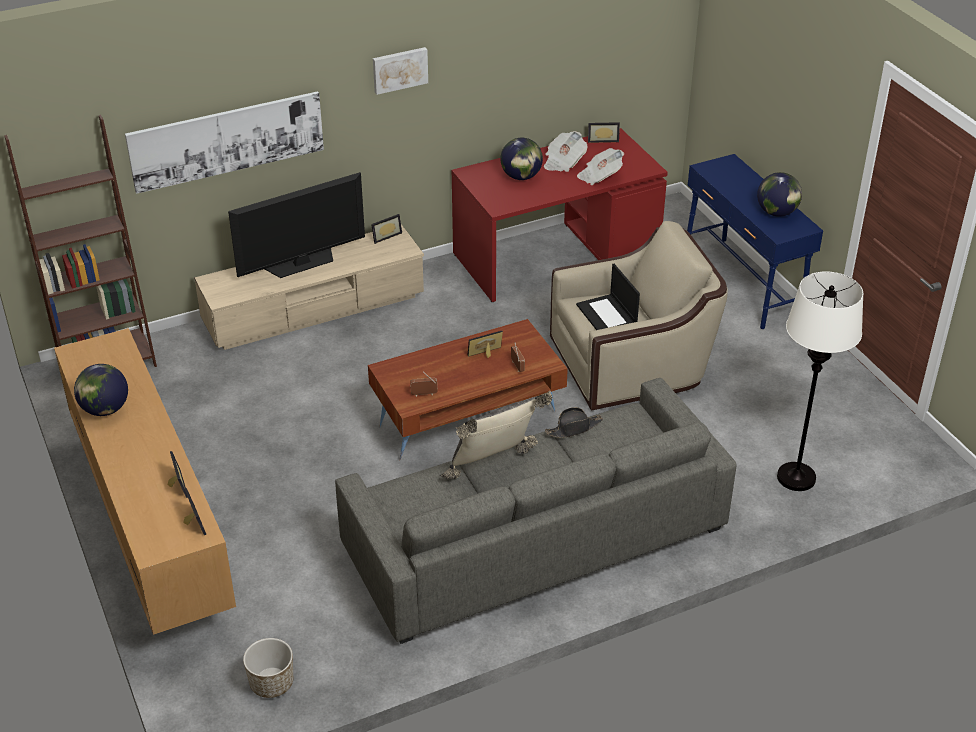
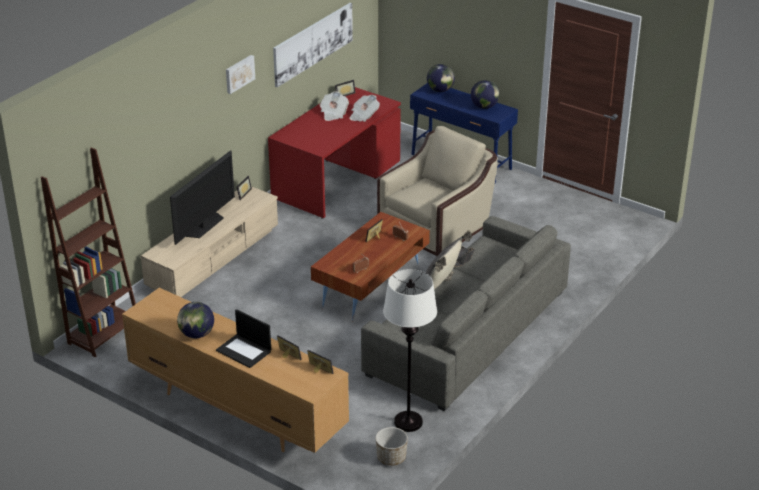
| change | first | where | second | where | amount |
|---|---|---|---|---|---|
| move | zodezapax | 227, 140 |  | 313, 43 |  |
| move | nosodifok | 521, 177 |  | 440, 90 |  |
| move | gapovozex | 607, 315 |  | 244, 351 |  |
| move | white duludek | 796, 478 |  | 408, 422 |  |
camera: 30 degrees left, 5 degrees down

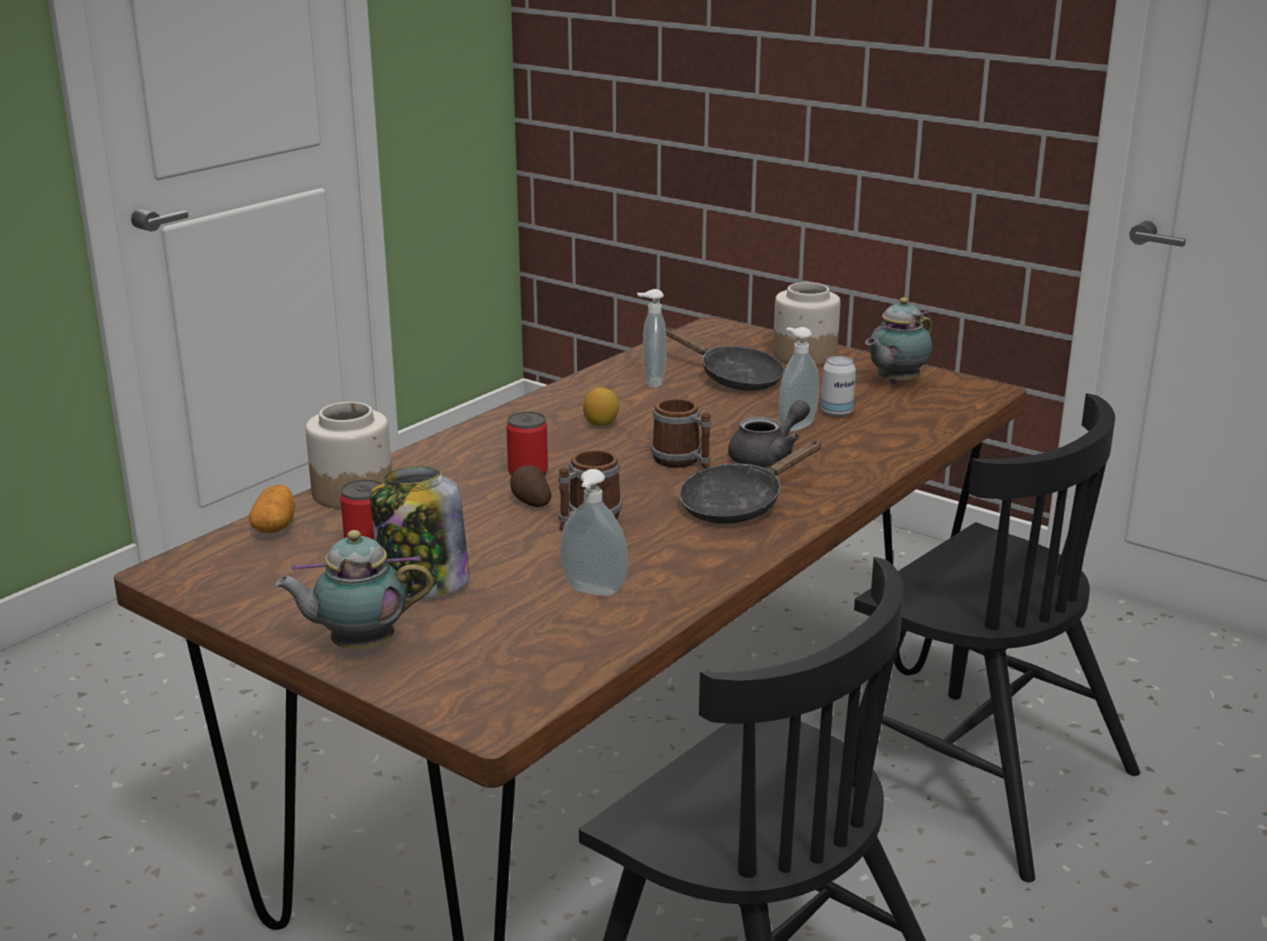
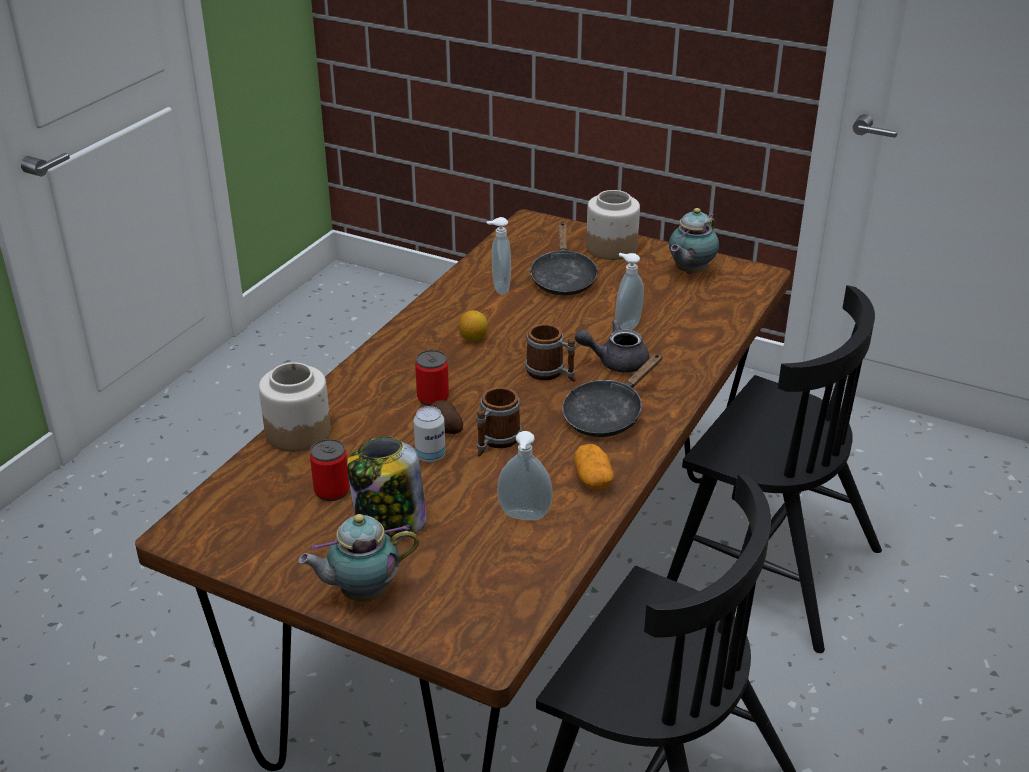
| change | first | where | second | where | amount |
|---|---|---|---|---|---|
| move | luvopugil | 274, 526 |  | 592, 479 |  |
| move | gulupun | 836, 412 |  | 430, 456 |  |
| rotate | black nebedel | 733, 378 |  | 563, 278 | 60 degrees clockwise |
| rotate | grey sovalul | 768, 457 |  | 615, 362 | 135 degrees counterclockwise |
camera: 10 degrees left, 10 degrees up

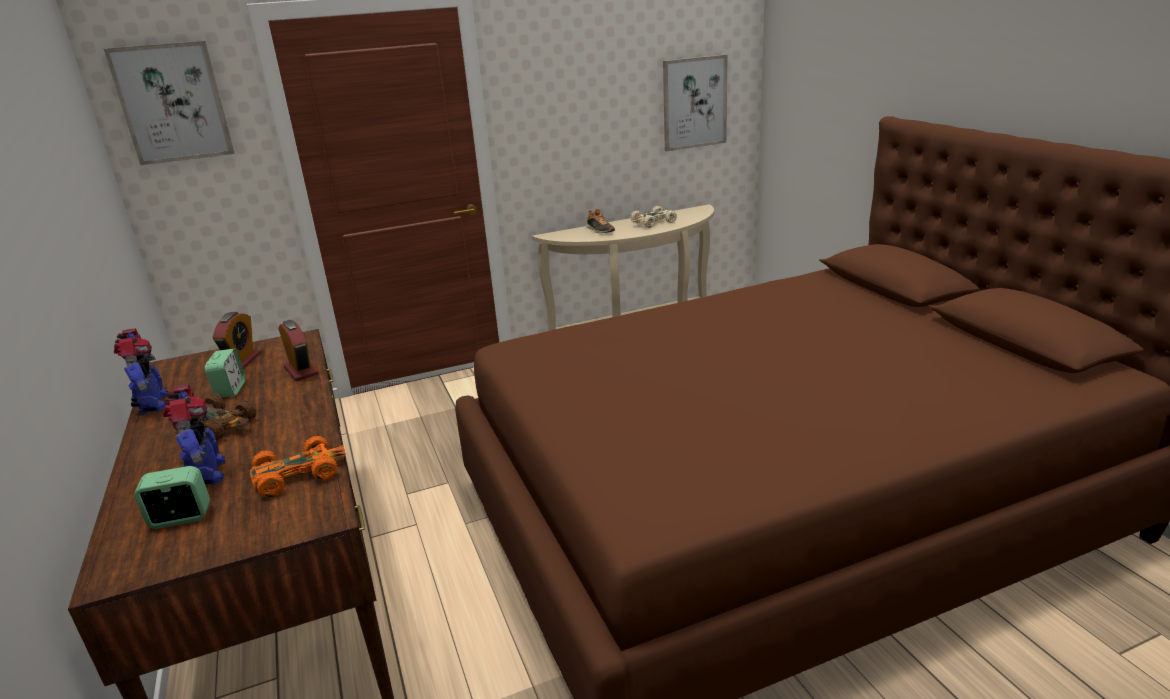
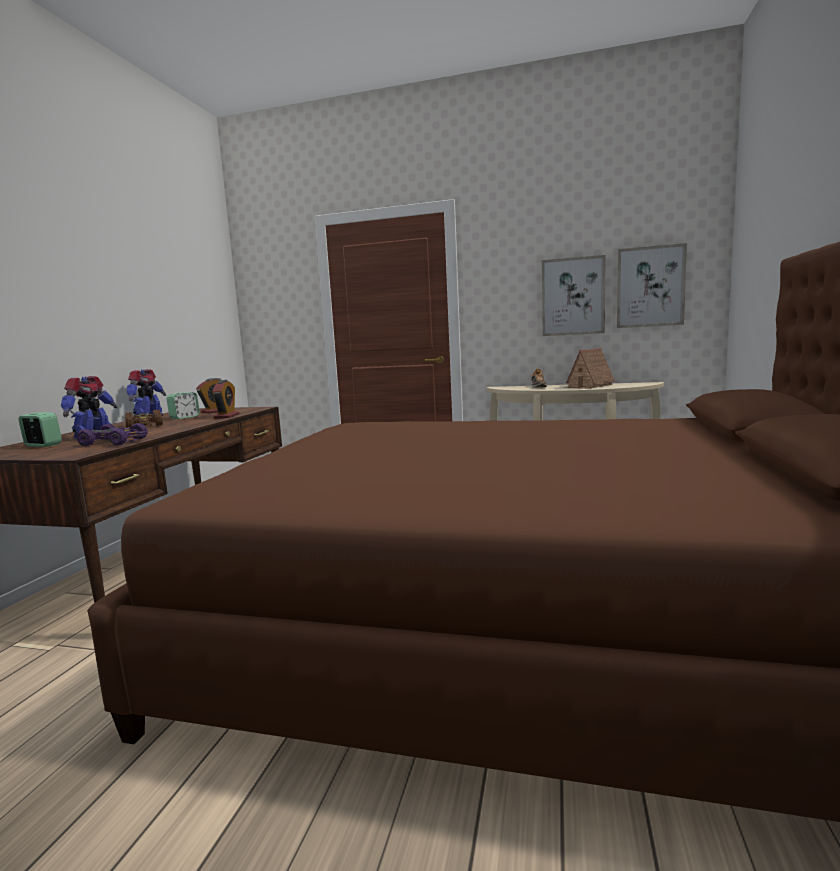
| change | first | where | second | where | amount |
|---|---|---|---|---|---|
| move | zodezapax | 172, 103 |  | 573, 296 |  |
| replace | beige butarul | 653, 223 | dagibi | 588, 386 |  |
| recolor | orange butarul | 298, 474 | purple butarul | 115, 442 |  |
camera: 35 degrees right, 15 degrees down

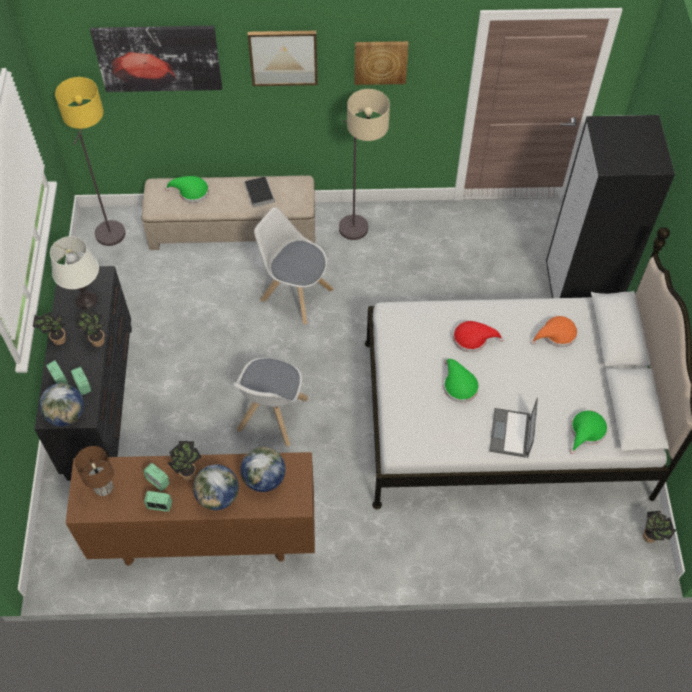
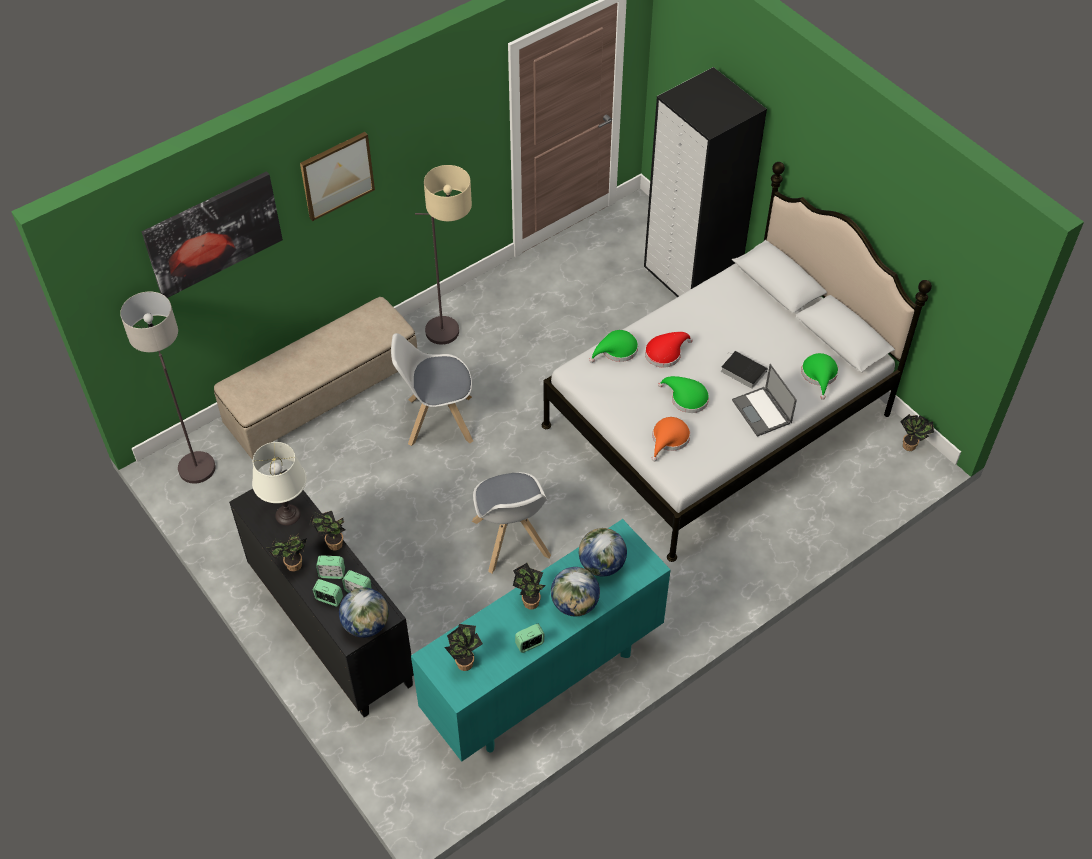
| change | first | where | second | where | amount |
|---|---|---|---|---|---|
| delete | zodezapax | 380, 61 |  |  |  |
| move | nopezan | 158, 481 |  | 332, 573 |  |
| move | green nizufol | 191, 192 |  | 616, 350 |  |
| move | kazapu | 259, 192 |  | 742, 371 |  |
| move | orange nizufol | 556, 335 |  | 669, 439 |  |
| replace | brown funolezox | 104, 487 | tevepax | 464, 661 |  |
| recolor | yellow duludek | 113, 227 | grey duludek | 194, 460 |  |
| recolor | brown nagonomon | 206, 537 | turquoise nagonomon | 543, 681 |  |
camera: 35 degrees left, 5 degrees down

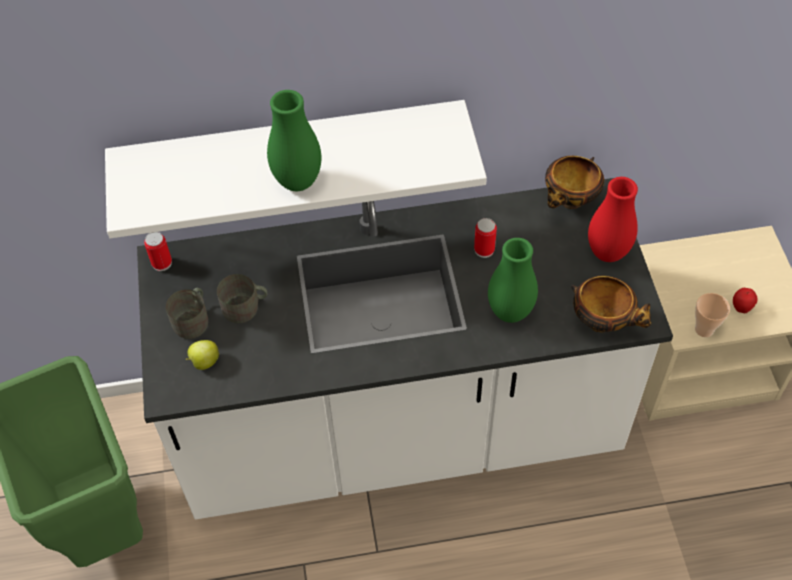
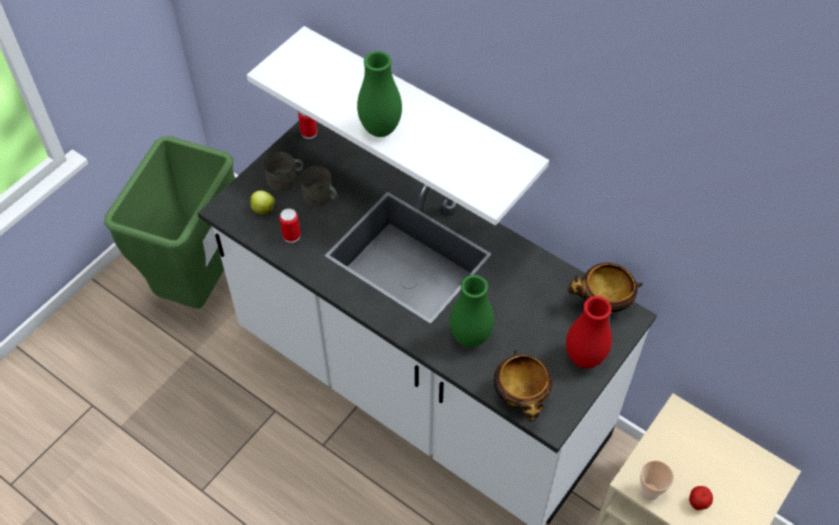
| change | first | where | second | where | amount |
|---|---|---|---|---|---|
| move | gulupun | 484, 250 |  | 291, 235 |  |
camera: 45 degrees right, 0 degrees up

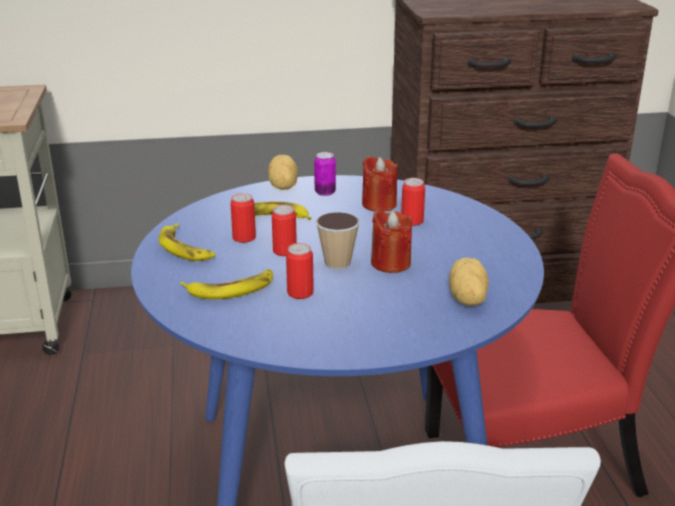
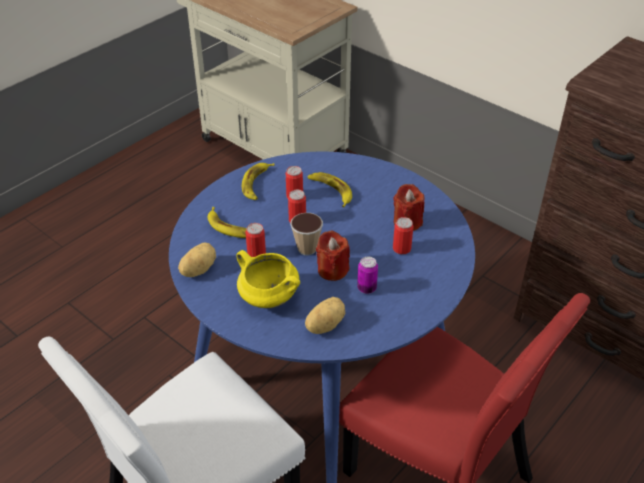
| change | first | where | second | where | amount |
|---|---|---|---|---|---|
| insert |  |  | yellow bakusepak | 267, 298 |  |
| move | luvopugil | 282, 187 |  | 198, 269 |  |
| move | gulupun | 325, 192 |  | 366, 288 |  |
camera: 50 degrees right, 15 degrees up

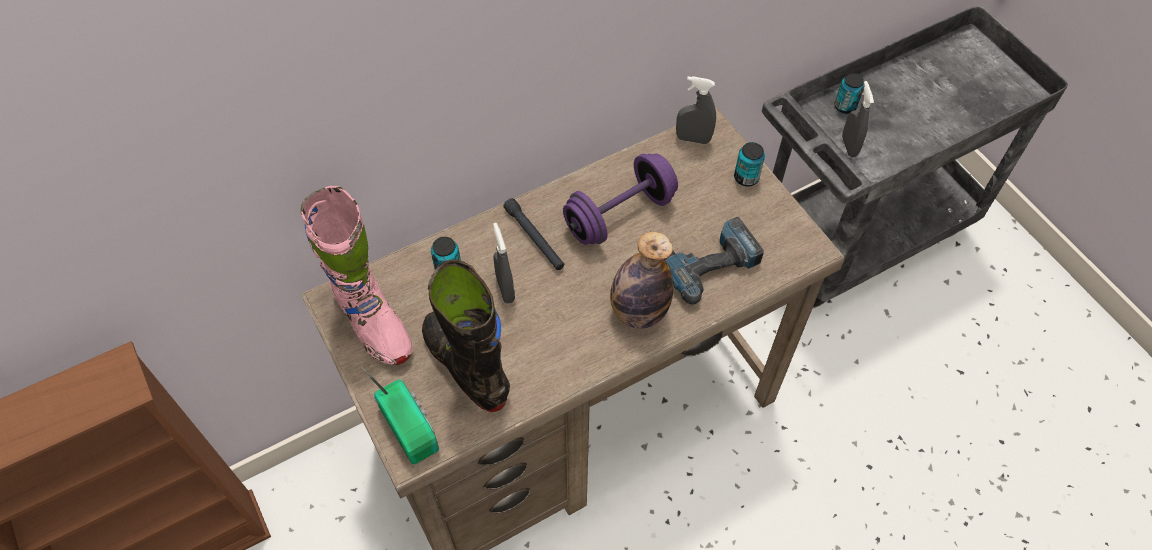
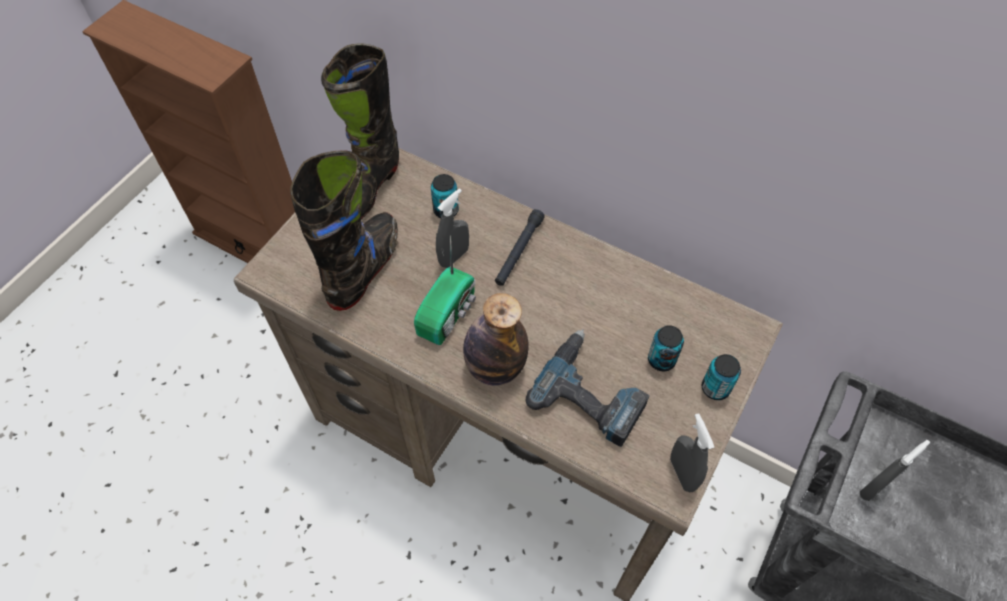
| change | first | where | second | where | amount |
|---|---|---|---|---|---|
| delete | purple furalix | 619, 215 |  |  |  |
| move | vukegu | 409, 425 |  | 449, 313 |  |
| move | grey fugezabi | 693, 139 |  | 682, 473 |  |
| move | gulupun | 845, 106 |  | 661, 360 |  |
| recolor | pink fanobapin | 373, 323 | black fanobapin | 367, 188 |  |
camera: 60 degrees right, 0 degrees up

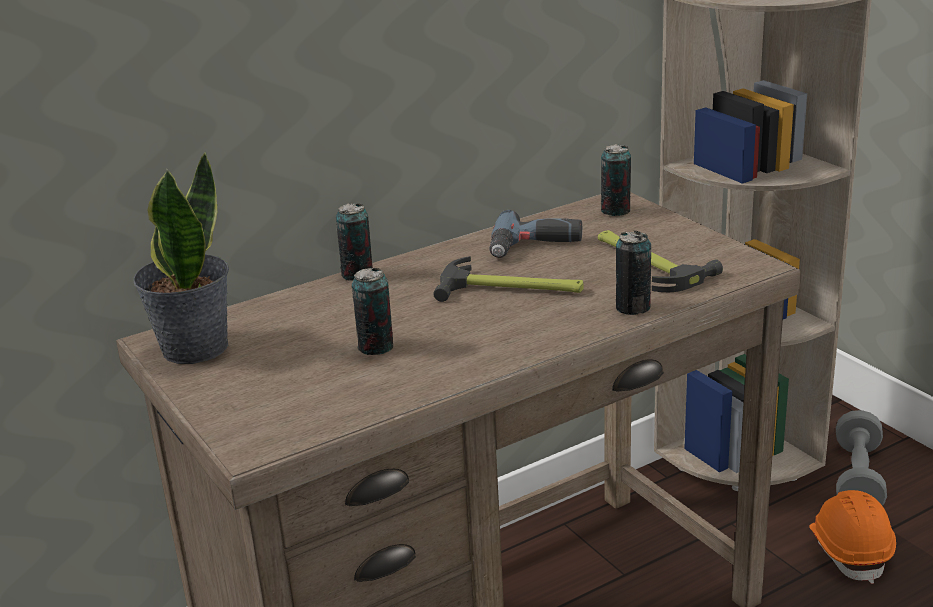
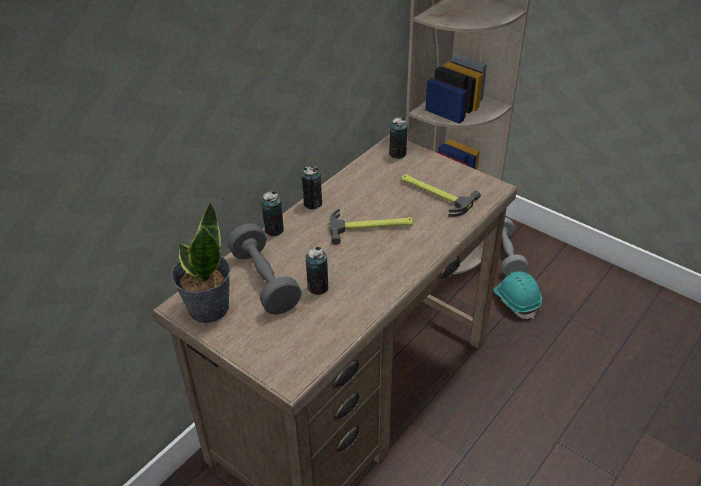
| change | first | where | second | where | amount |
|---|---|---|---|---|---|
| delete | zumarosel | 535, 247 |  |  |  |
| insert |  |  | grey furalix | 265, 281 |  |
| move | gulupun | 633, 307 |  | 313, 203 |  |
| recolor | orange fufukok | 850, 550 | turquoise fufukok | 516, 301 |  |
camera: 20 degrees left, 15 degrees up

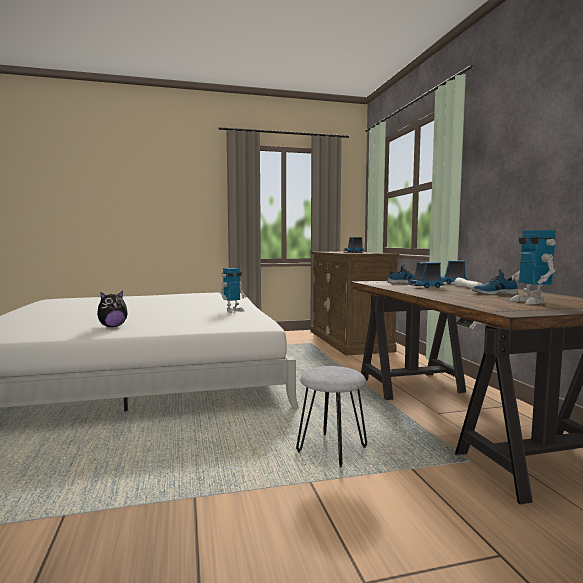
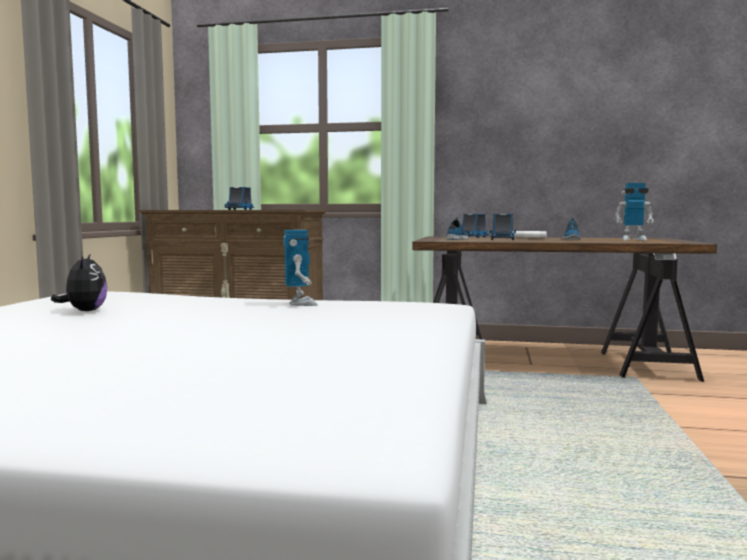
| change | first | where | second | where | amount |
|---|---|---|---|---|---|
| delete | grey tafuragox | 331, 450 |  |  |  |
| move | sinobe | 112, 327 |  | 84, 311 |  |
camera: 65 degrees left, 0 degrees up

